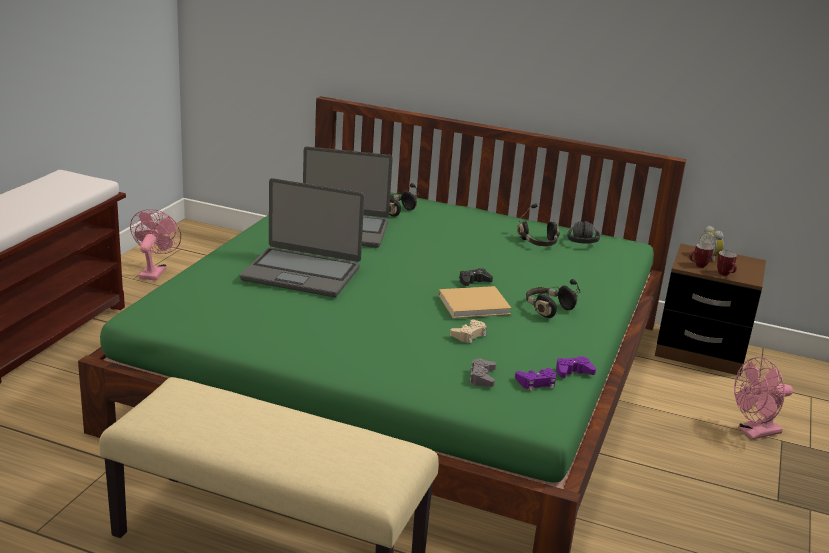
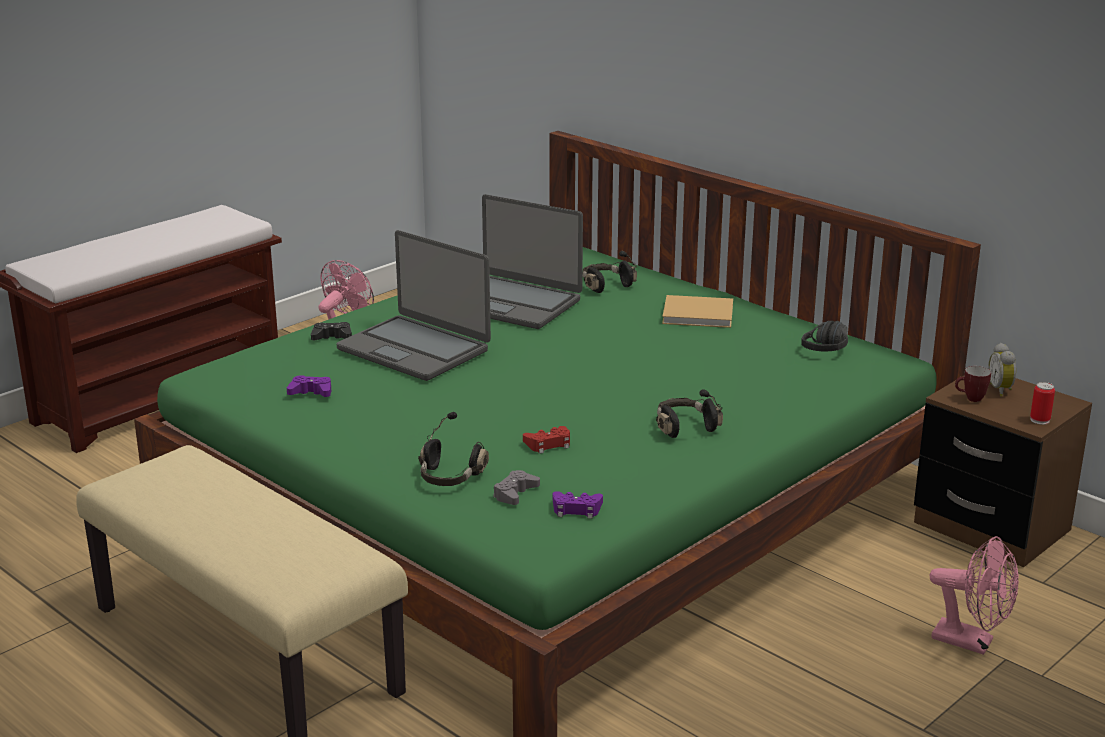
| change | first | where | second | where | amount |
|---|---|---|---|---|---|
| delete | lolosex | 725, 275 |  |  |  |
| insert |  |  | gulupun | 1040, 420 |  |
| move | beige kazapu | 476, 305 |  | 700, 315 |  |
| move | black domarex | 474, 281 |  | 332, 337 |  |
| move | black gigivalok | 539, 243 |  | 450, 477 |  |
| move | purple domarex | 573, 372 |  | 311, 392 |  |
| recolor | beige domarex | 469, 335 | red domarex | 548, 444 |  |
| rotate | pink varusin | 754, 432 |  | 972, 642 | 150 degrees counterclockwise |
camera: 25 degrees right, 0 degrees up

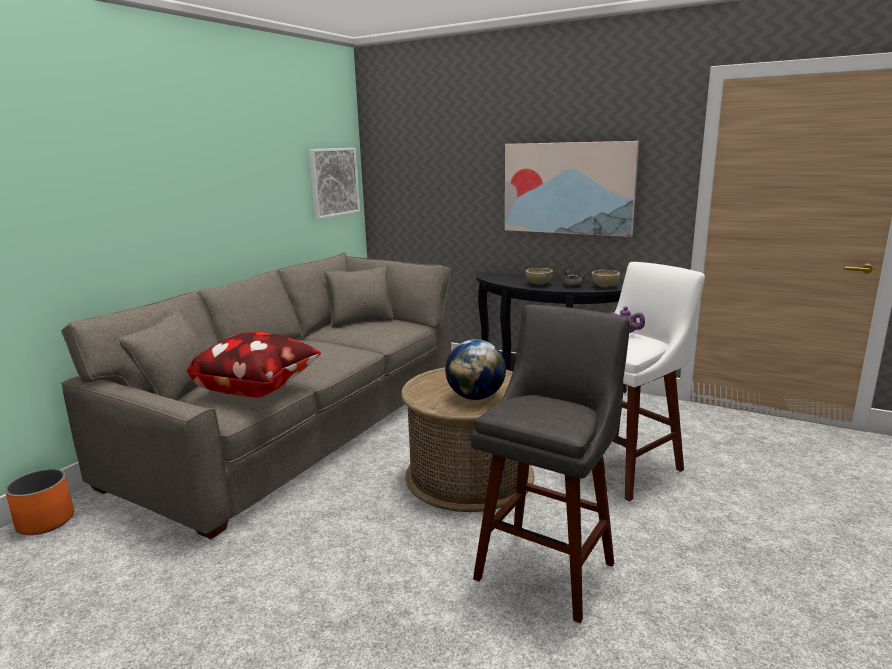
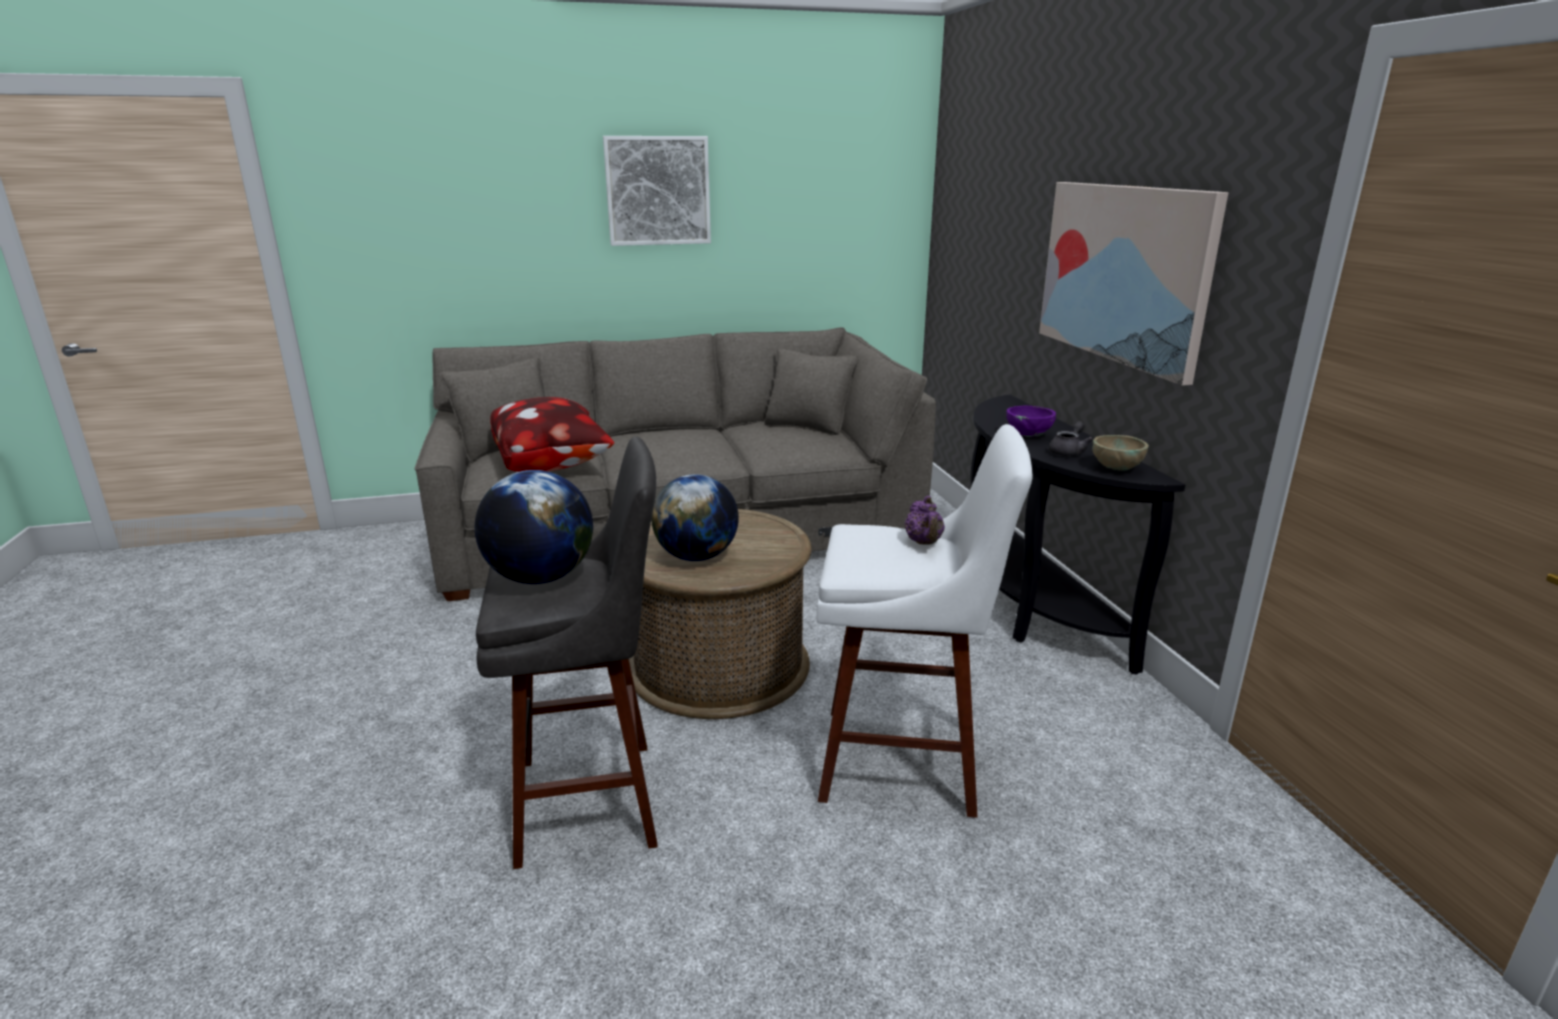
| change | first | where | second | where | amount |
|---|---|---|---|---|---|
| delete | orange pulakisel | 46, 521 |  |  |  |
| insert |  |  | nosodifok | 540, 578 |  |
| move | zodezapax | 333, 182 |  | 658, 191 |  |
| recolor | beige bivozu | 538, 284 | purple bivozu | 1027, 435 |  |
camera: 45 degrees right, 5 degrees up

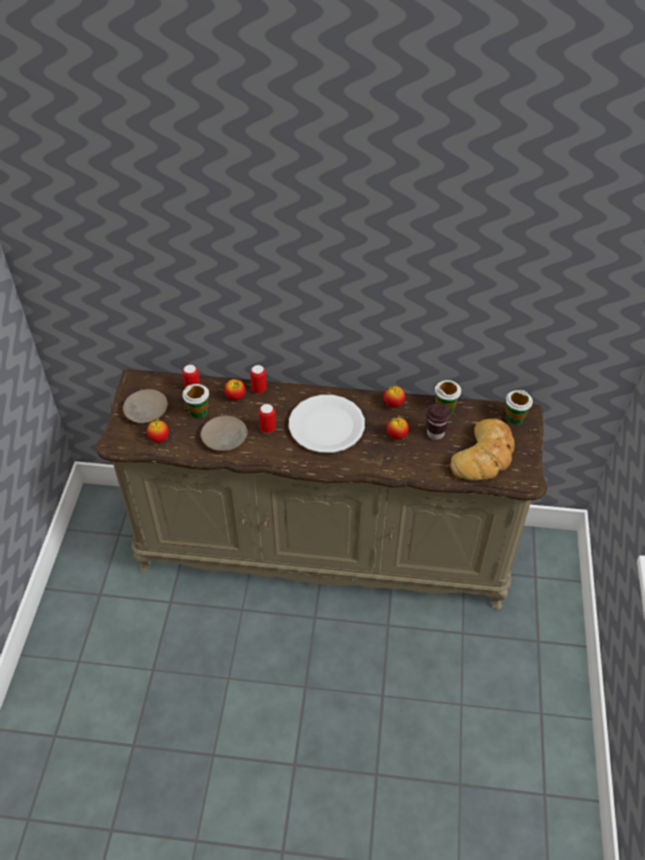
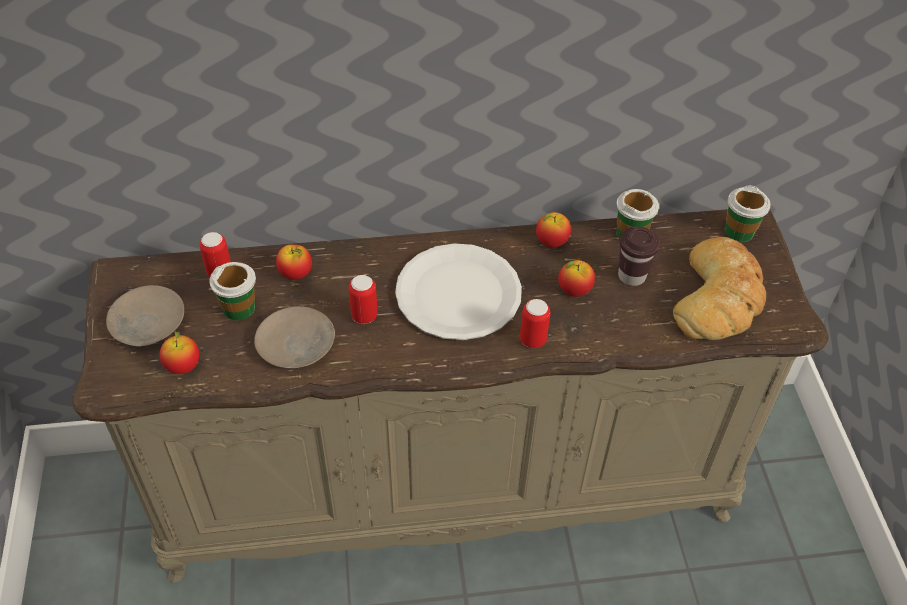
| change | first | where | second | where | amount |
|---|---|---|---|---|---|
| move | gulupun | 259, 389 |  | 532, 340 |  |
camera: 15 degrees left, 0 degrees up

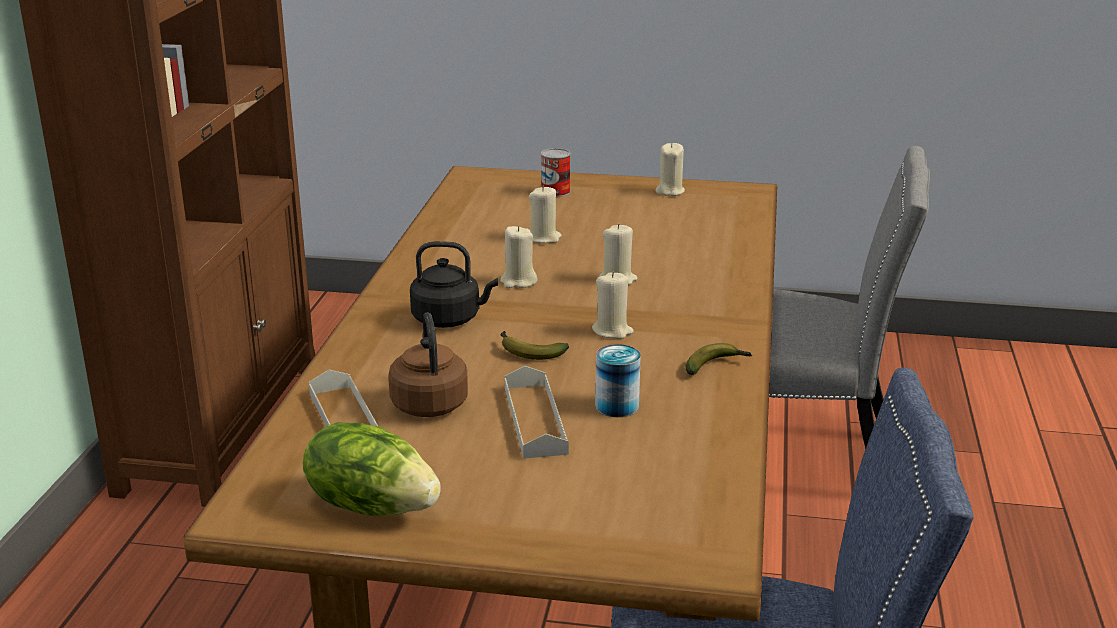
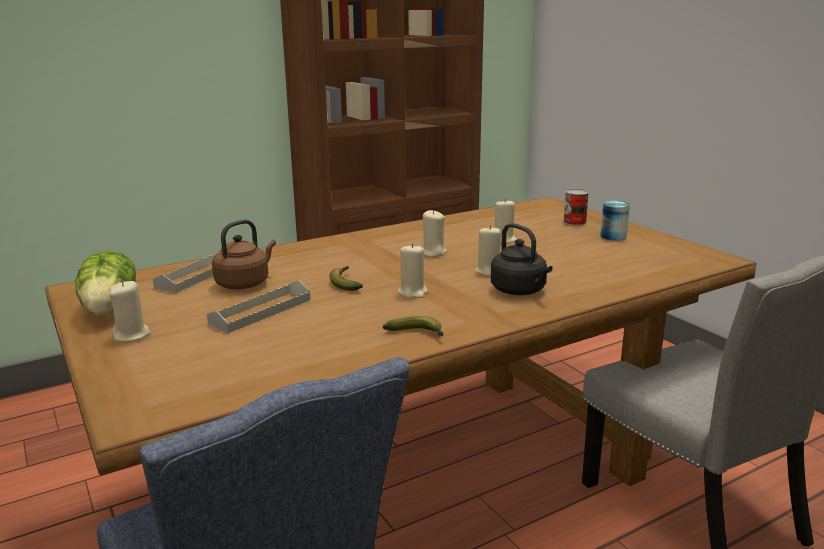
| change | first | where | second | where | amount |
|---|---|---|---|---|---|
| move | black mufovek | 450, 319 |  | 520, 291 |  |
| move | gulupun | 617, 406 |  | 613, 236 |  |
| move | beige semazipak | 669, 191 |  | 132, 335 |  |
camera: 50 degrees right, 5 degrees down

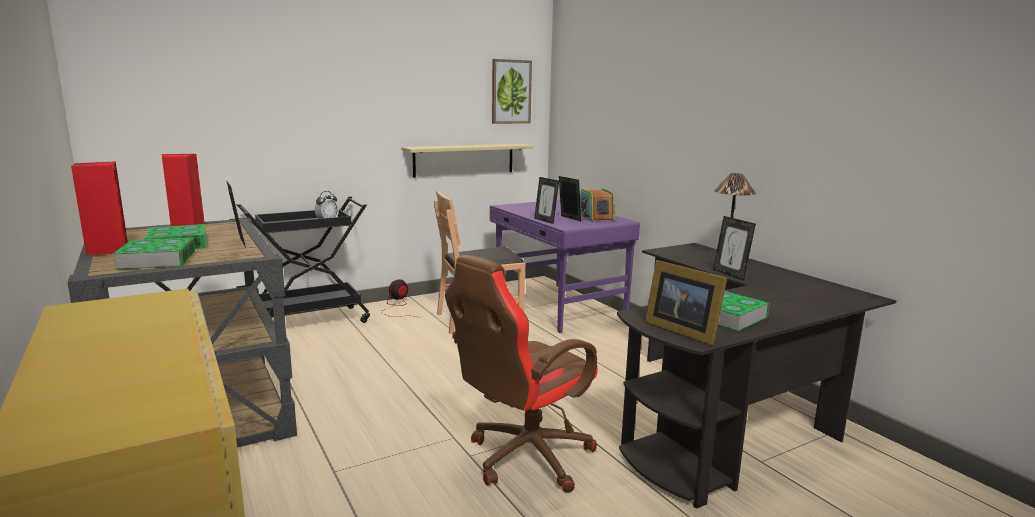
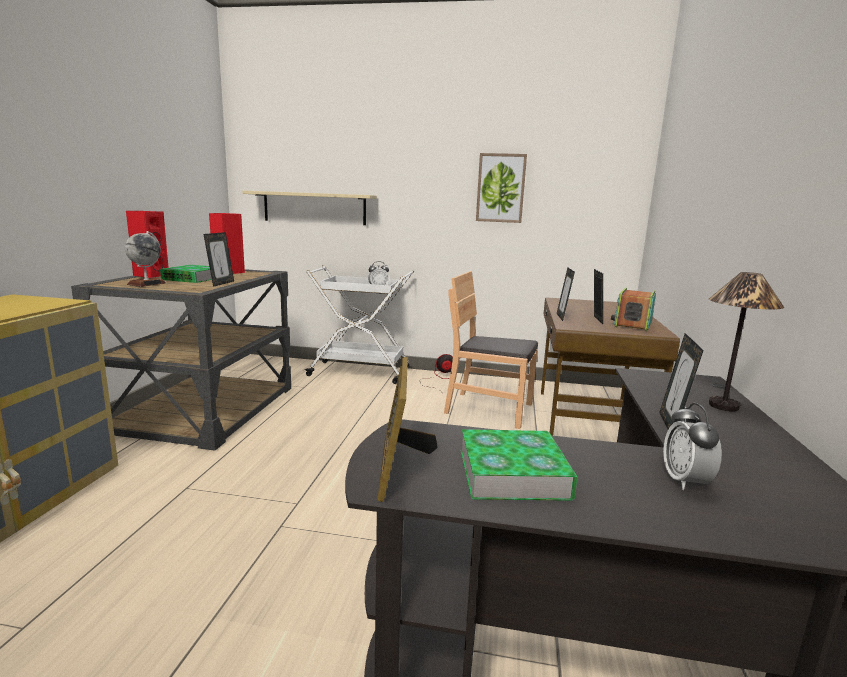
| change | first | where | second | where | amount |
|---|---|---|---|---|---|
| delete | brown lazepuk | 522, 461 |  |  |  |
| insert |  |  | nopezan | 685, 481 |  |
| move | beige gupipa | 464, 160 |  | 314, 208 |  |
| move | zodezapax | 511, 92 |  | 500, 188 |  |
| replace | kazapu | 157, 260 | nosodifok | 147, 284 |  |
| recolor | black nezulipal | 309, 323 | white nezulipal | 359, 373 |  |
| recolor | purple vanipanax | 558, 307 | brown vanipanax | 588, 421 |  |
camera: 40 degrees right, 0 degrees up

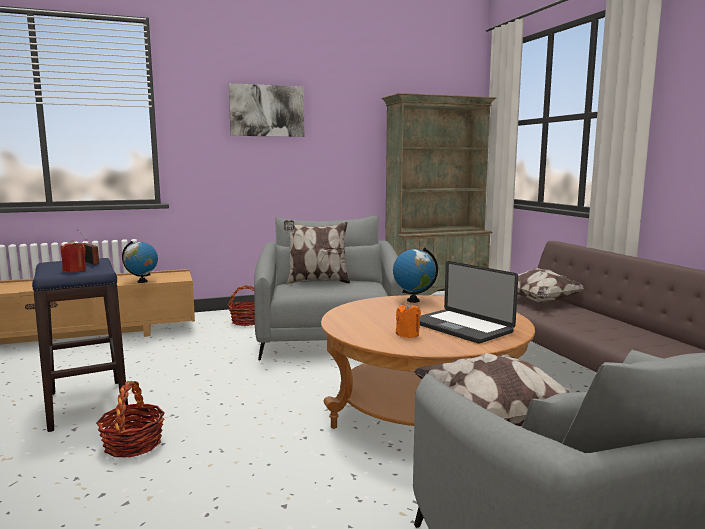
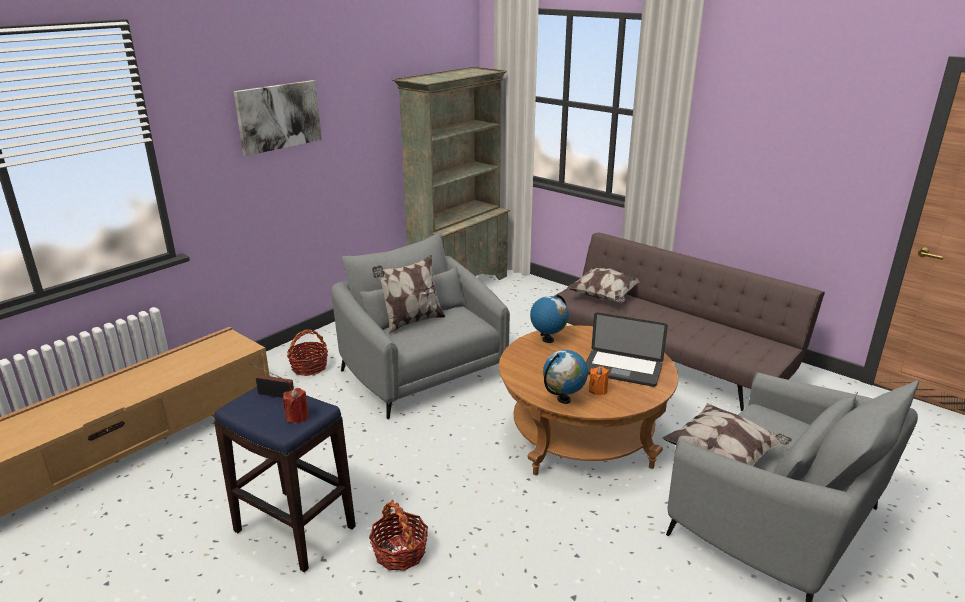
| change | first | where | second | where | amount |
|---|---|---|---|---|---|
| move | nosodifok | 142, 281 |  | 564, 400 |  |
camera: 30 degrees left, 15 degrees up

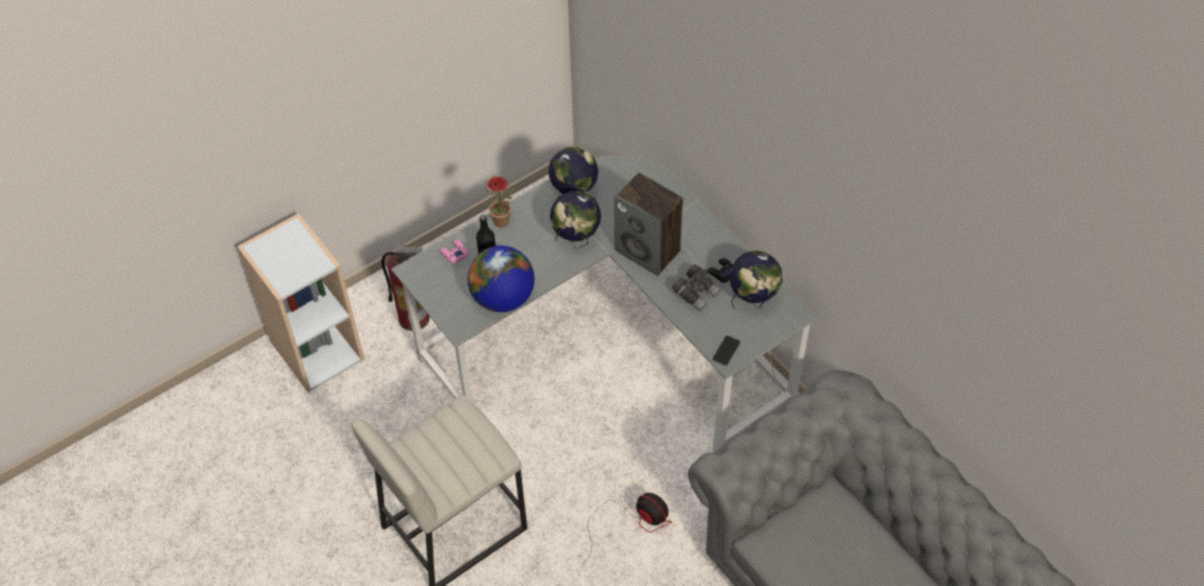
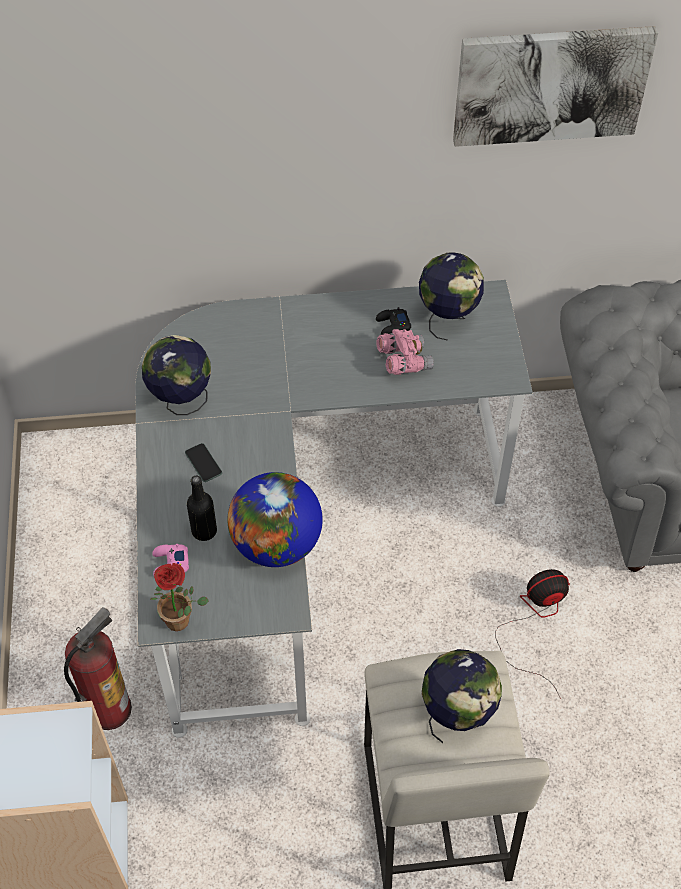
| change | first | where | second | where | amount |
|---|---|---|---|---|---|
| delete | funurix | 648, 251 |  |  |  |
| insert |  |  | zodezapax | 550, 84 |  |
| move | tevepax | 503, 223 |  | 183, 621 |  |
| move | nosodifok | 576, 240 |  | 457, 715 |  |
| move | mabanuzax | 726, 351 |  | 203, 463 |  |
| recolor | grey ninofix | 696, 293 | pink ninofix | 403, 361 |  |
camera: 60 degrees left, 0 degrees up

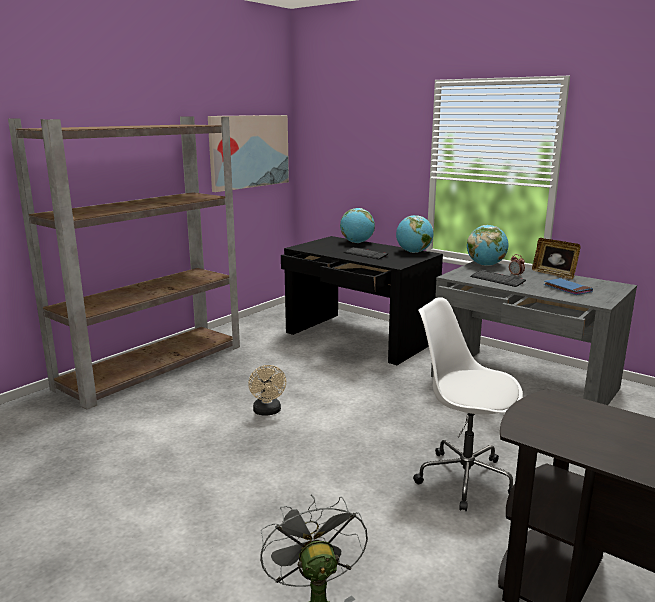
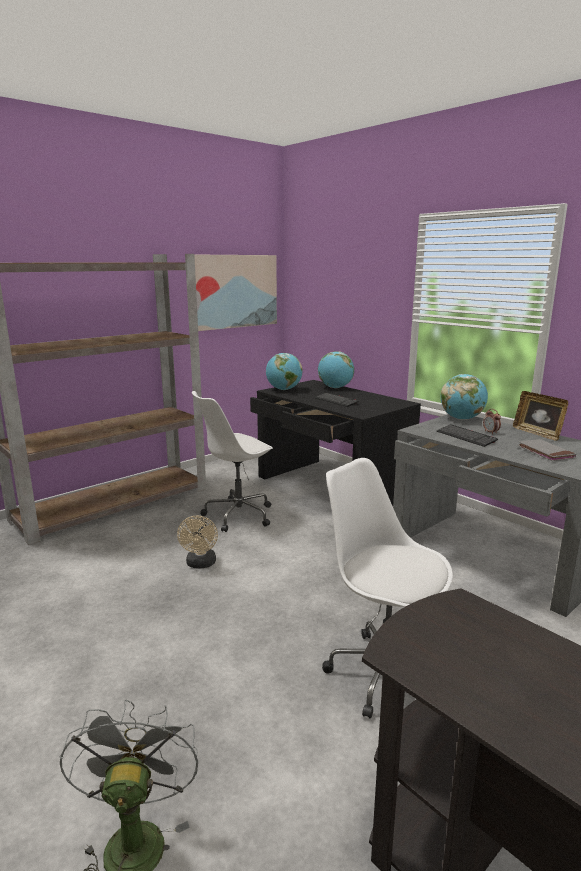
| change | first | where | second | where | amount |
|---|---|---|---|---|---|
| insert |  |  | white lazepuk | 237, 516 |  |
| move | nosodifok | 413, 252 |  | 284, 389 |  |
| recolor | blue kazapu | 567, 289 | grey kazapu | 545, 452 |  |
camera: 10 degrees right, 0 degrees up

